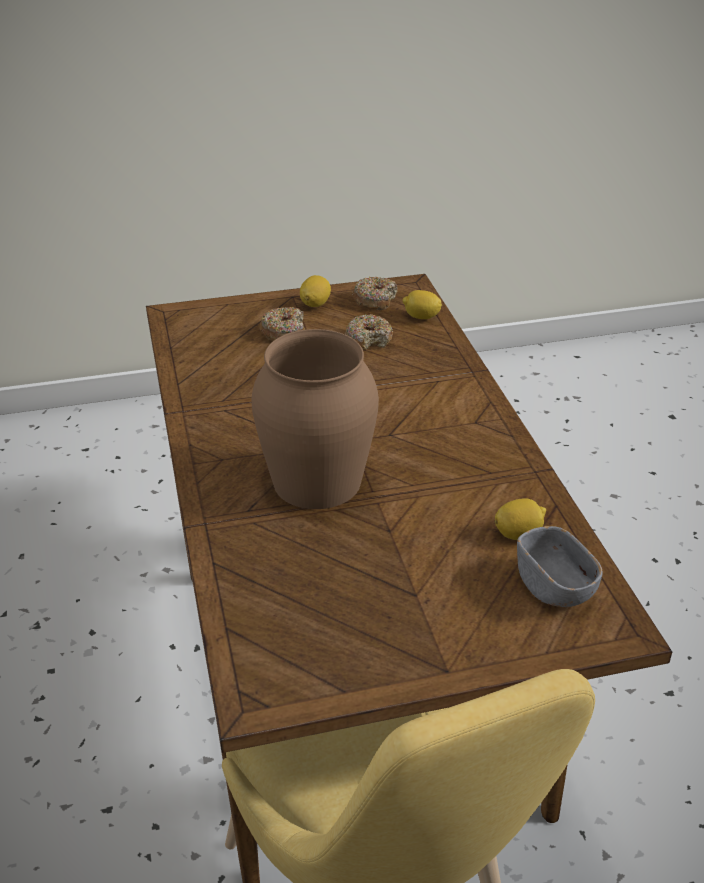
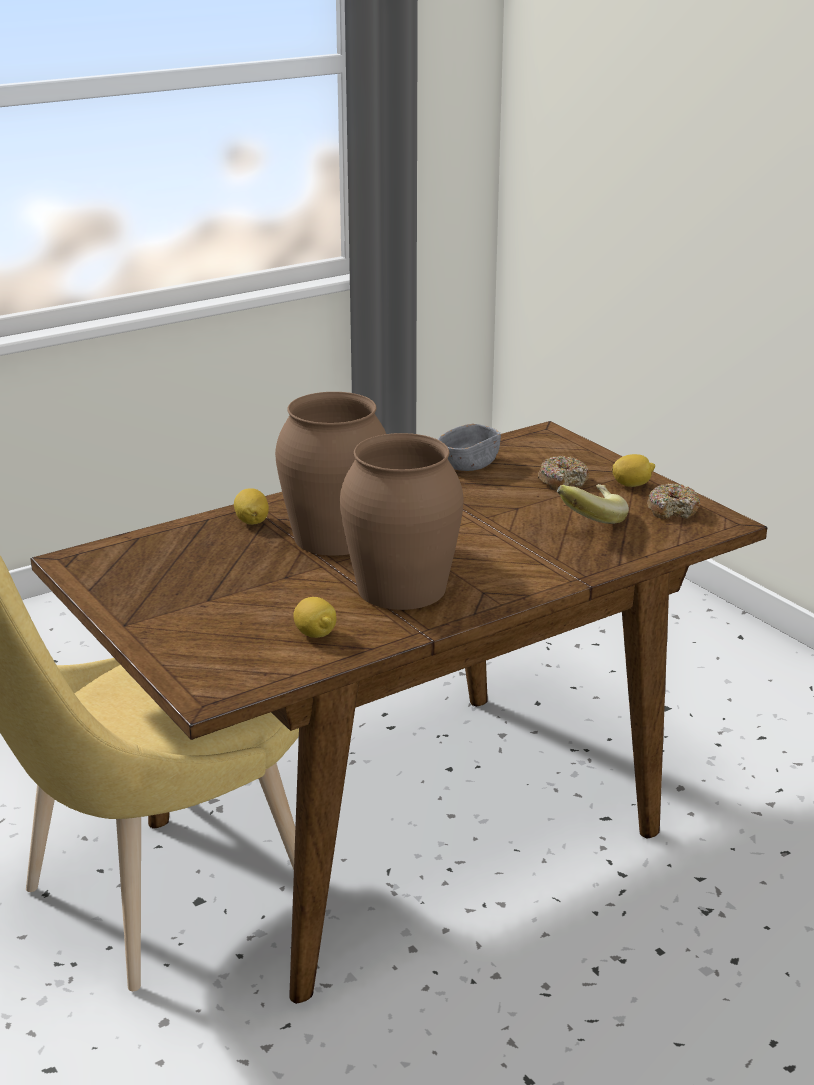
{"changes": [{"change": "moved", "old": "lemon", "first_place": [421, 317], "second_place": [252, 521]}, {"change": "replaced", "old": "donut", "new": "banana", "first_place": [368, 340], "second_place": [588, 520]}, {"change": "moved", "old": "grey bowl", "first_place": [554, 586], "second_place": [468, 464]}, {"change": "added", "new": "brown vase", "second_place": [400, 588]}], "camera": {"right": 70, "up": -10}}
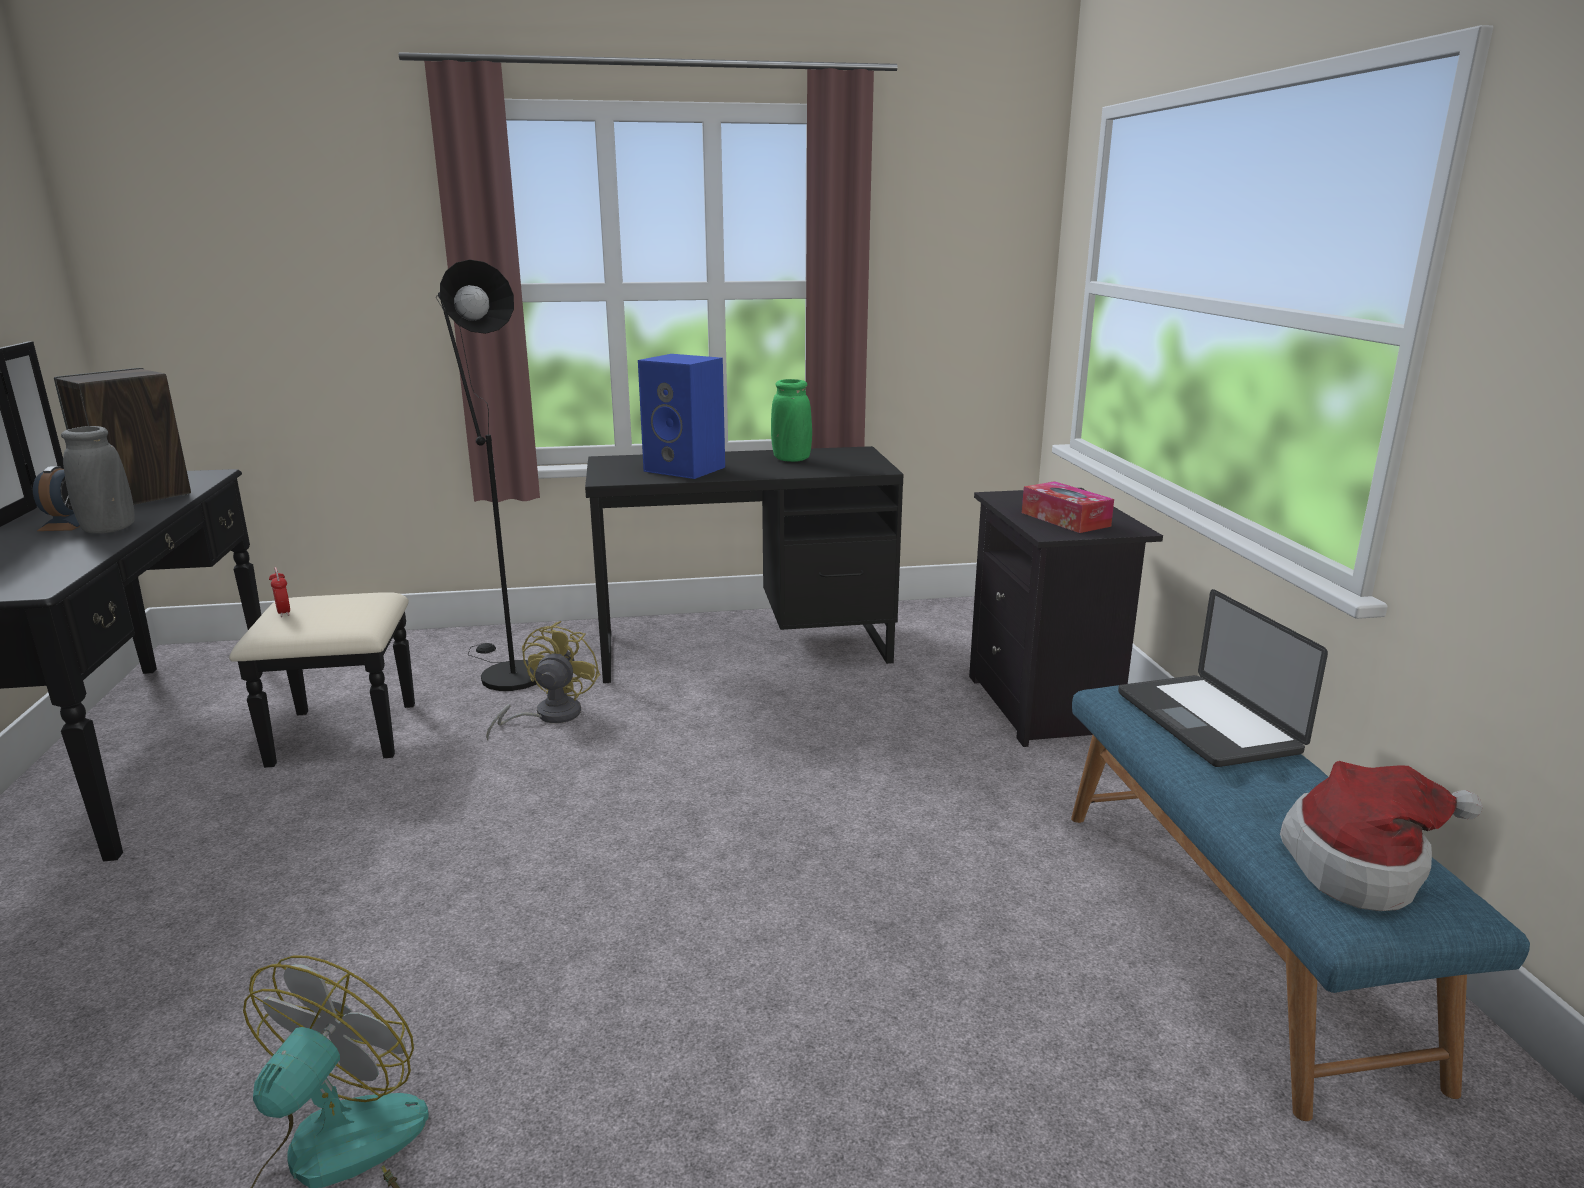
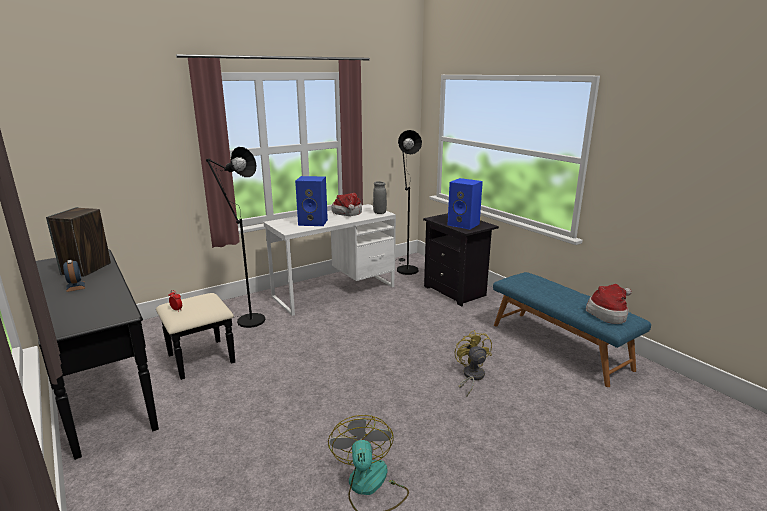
{"changes": [{"change": "replaced", "old": "green vase", "new": "hat", "first_place": [791, 460], "second_place": [347, 213]}, {"change": "moved", "old": "grey vase", "first_place": [109, 530], "second_place": [379, 213]}, {"change": "recoloured", "old": "black desk", "new": "white desk", "first_place": [745, 648], "second_place": [334, 291]}, {"change": "replaced", "old": "tissue box", "new": "blue speaker", "first_place": [1065, 519], "second_place": [464, 224]}, {"change": "removed", "old": "laptop", "first_place": [1206, 722]}, {"change": "moved", "old": "yellow fan", "first_place": [548, 716], "second_place": [471, 377]}, {"change": "added", "new": "black floor lamp", "second_place": [405, 269]}], "camera": {"right": -25, "up": 0}}
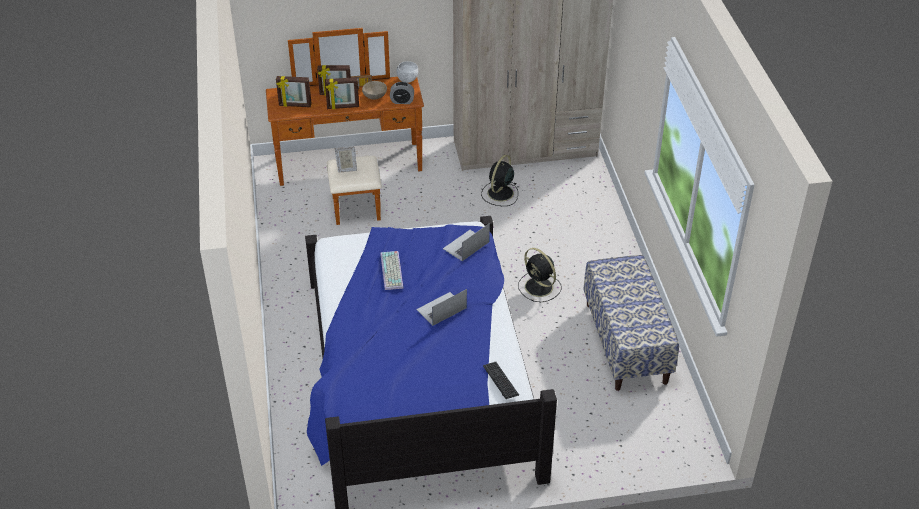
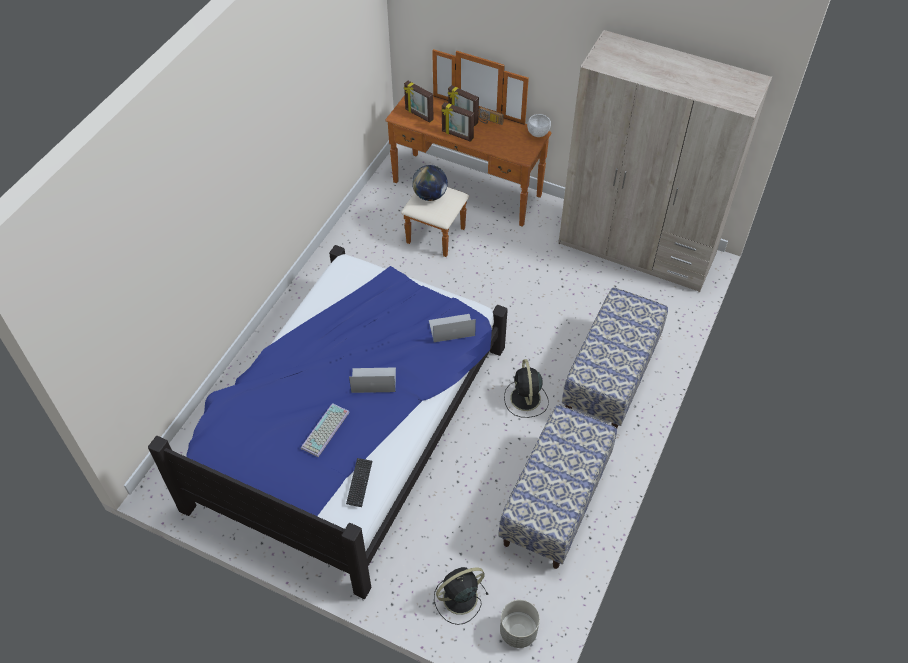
{"changes": [{"change": "removed", "old": "beige bowl", "first_place": [375, 96]}, {"change": "removed", "old": "alarm clock", "first_place": [402, 101]}, {"change": "replaced", "old": "picture frame", "new": "globe", "first_place": [346, 168], "second_place": [430, 195]}, {"change": "moved", "old": "black fan", "first_place": [500, 194], "second_place": [458, 598]}, {"change": "moved", "old": "keyboard", "first_place": [392, 271], "second_place": [326, 431]}, {"change": "added", "new": "bench", "second_place": [611, 377]}, {"change": "added", "new": "grey planter", "second_place": [518, 631]}], "camera": {"right": 35, "up": 10}}
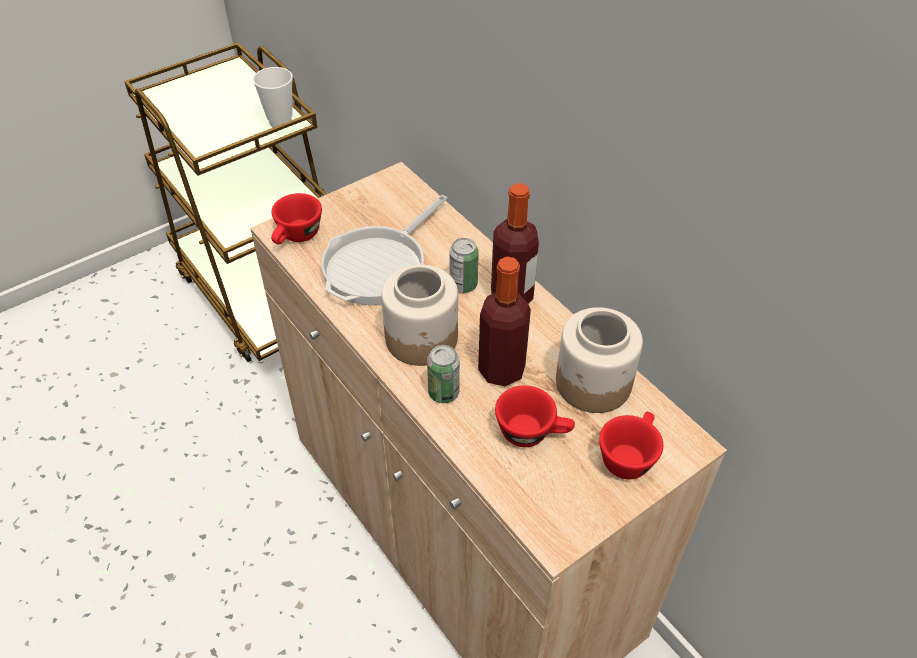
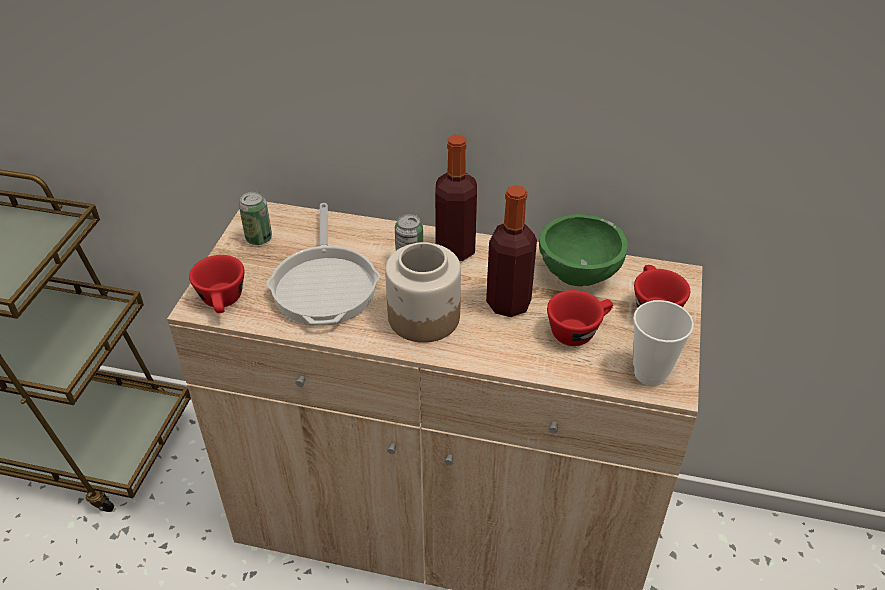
{"changes": [{"change": "moved", "old": "cup", "first_place": [280, 122], "second_place": [650, 373]}, {"change": "replaced", "old": "jar", "new": "green bowl", "first_place": [593, 384], "second_place": [579, 275]}, {"change": "moved", "old": "can", "first_place": [443, 393], "second_place": [259, 238]}], "camera": {"right": -40, "up": -5}}
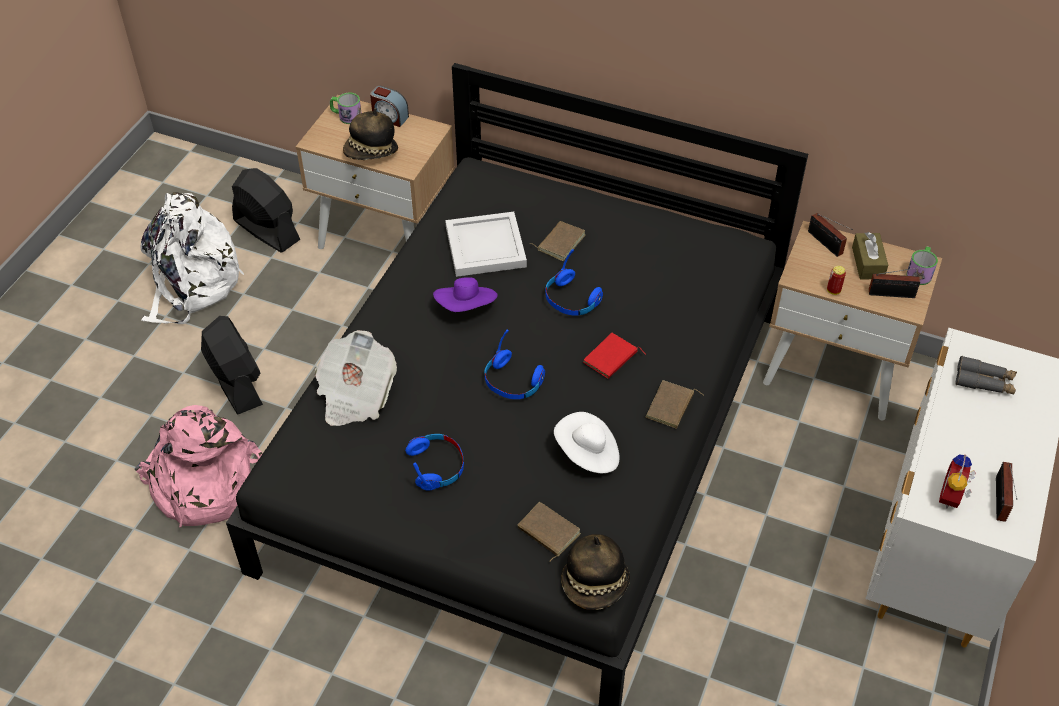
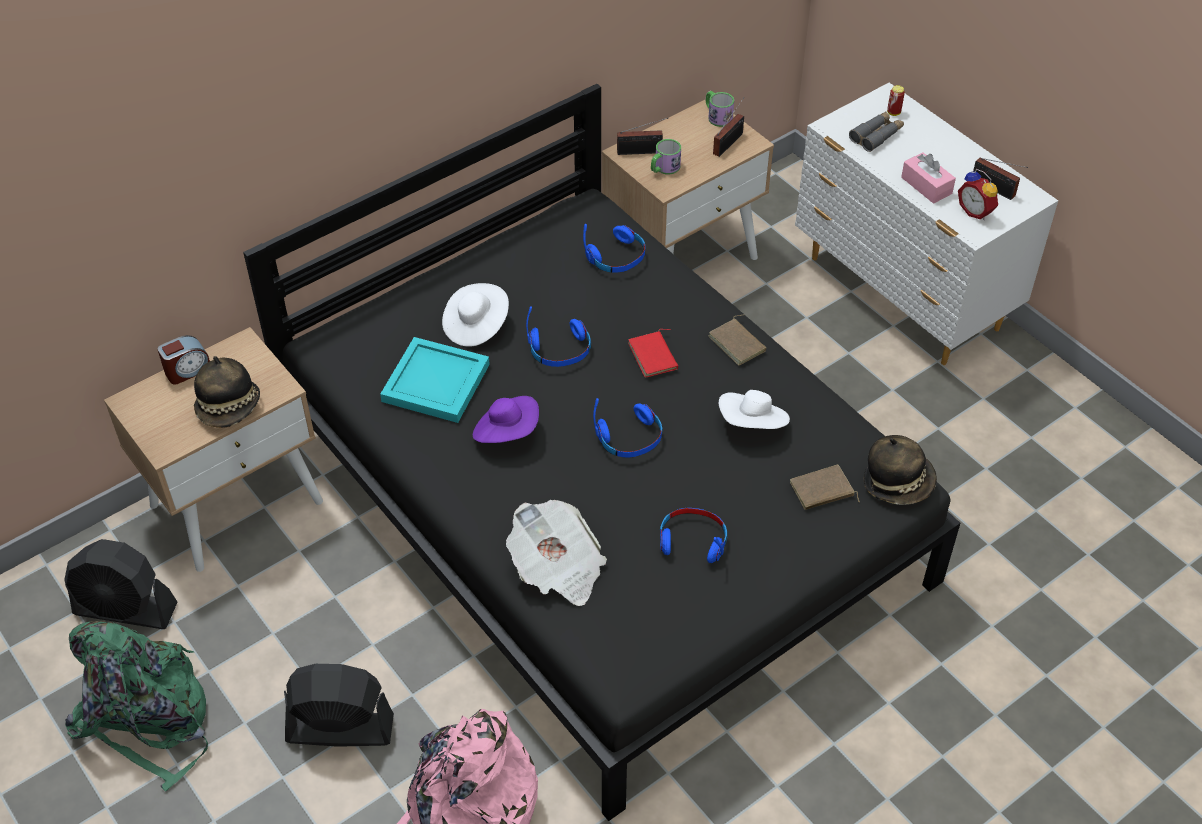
{"changes": [{"change": "moved", "old": "mug", "first_place": [346, 116], "second_place": [664, 168]}, {"change": "turned", "old": "black fan", "first_place": [266, 230], "second_place": [126, 609], "degrees": -150}, {"change": "recoloured", "old": "white backpack", "new": "green backpack", "first_place": [192, 284], "second_place": [148, 717]}, {"change": "recoloured", "old": "white tray", "new": "turquoise tray", "first_place": [487, 247], "second_place": [437, 382]}, {"change": "replaced", "old": "brown book", "new": "white hat", "first_place": [560, 242], "second_place": [476, 326]}, {"change": "removed", "old": "brown tissue box", "first_place": [867, 263]}, {"change": "moved", "old": "can", "first_place": [833, 291], "second_place": [893, 113]}, {"change": "added", "new": "pink tissue box", "second_place": [926, 185]}, {"change": "added", "new": "blue headphones", "second_place": [617, 257]}], "camera": {"right": -60, "up": 0}}
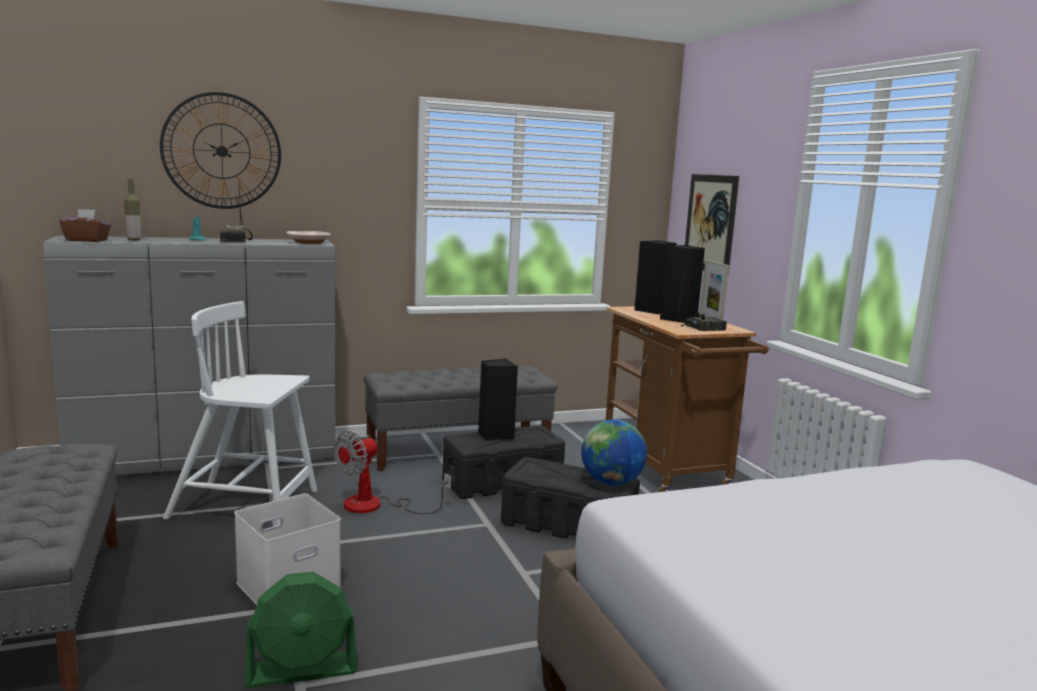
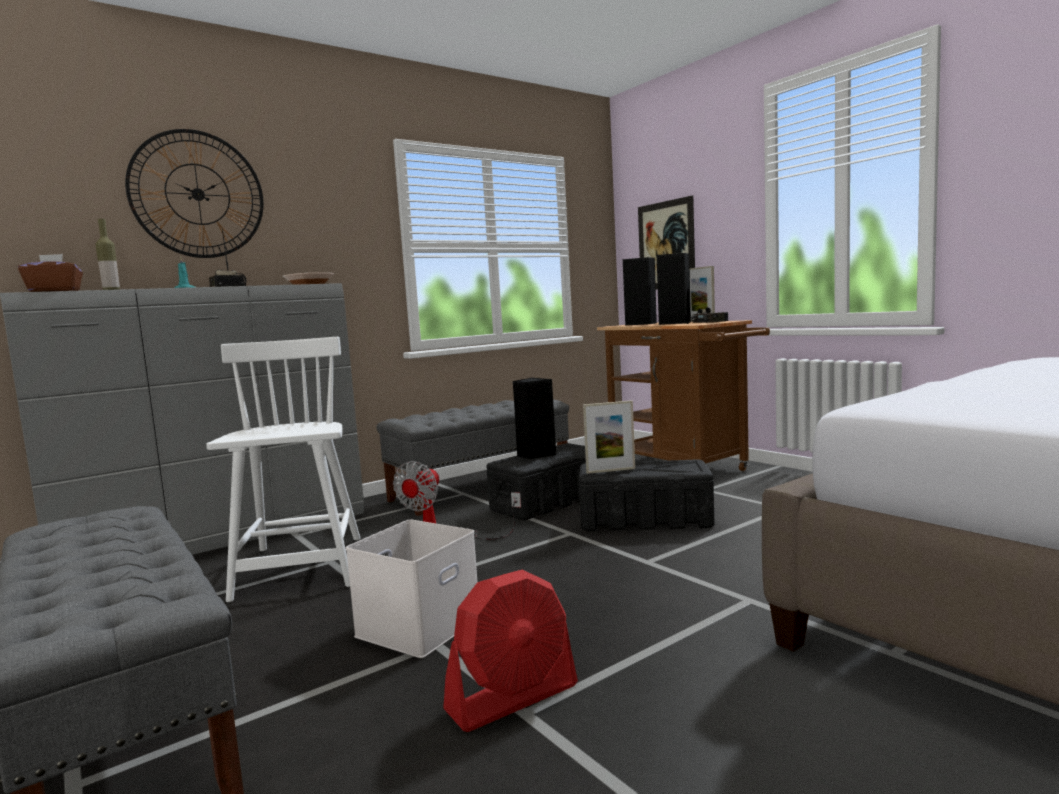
{"changes": [{"change": "turned", "old": "white chair", "first_place": [246, 505], "second_place": [301, 568], "degrees": 90}, {"change": "removed", "old": "globe", "first_place": [611, 483]}, {"change": "recoloured", "old": "green fan", "new": "red fan", "first_place": [302, 670], "second_place": [513, 697]}, {"change": "added", "new": "picture frame", "second_place": [610, 470]}], "camera": {"right": -15, "up": -5}}
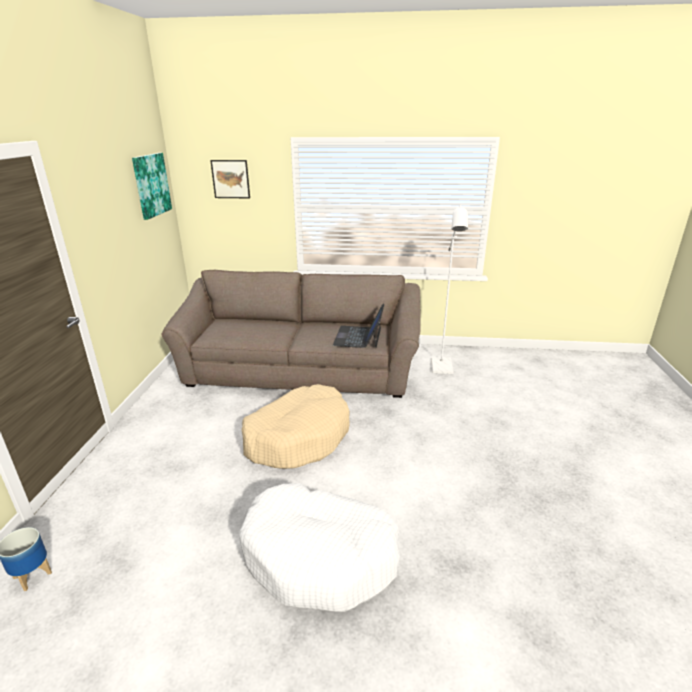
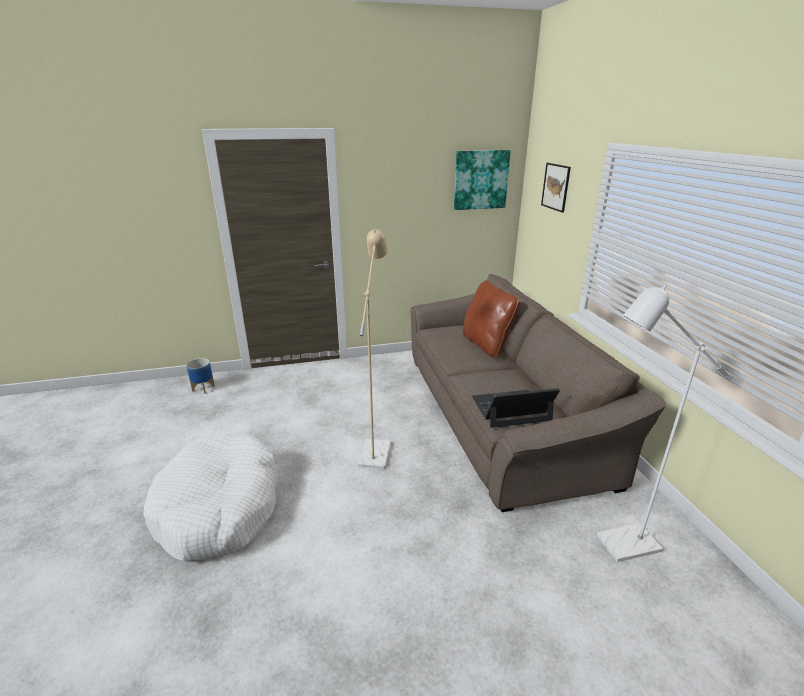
{"changes": [{"change": "replaced", "old": "beige dog bed", "new": "beige floor lamp", "first_place": [298, 437], "second_place": [376, 449]}, {"change": "added", "new": "brown pillow", "second_place": [486, 345]}], "camera": {"right": 70, "up": 0}}
